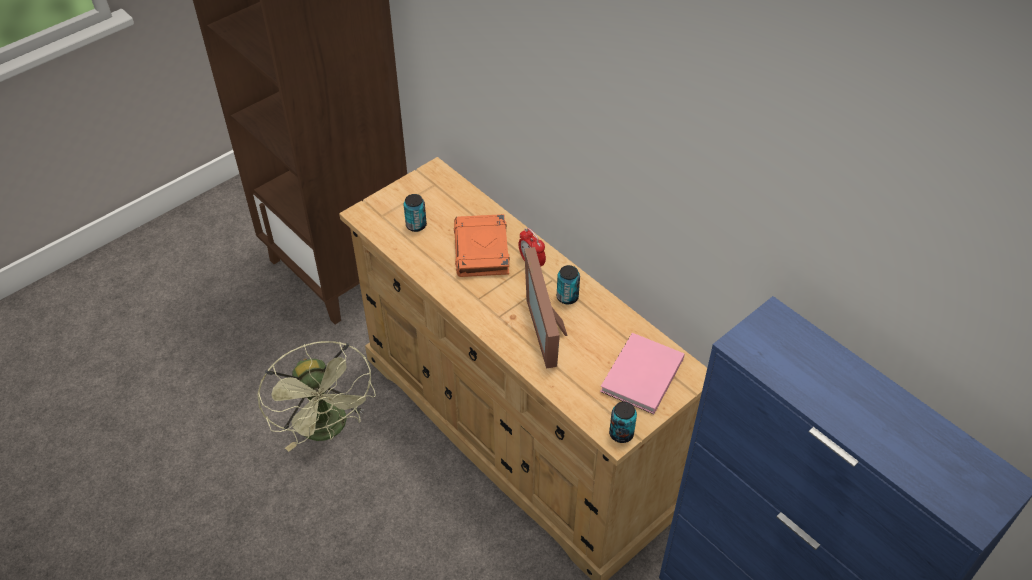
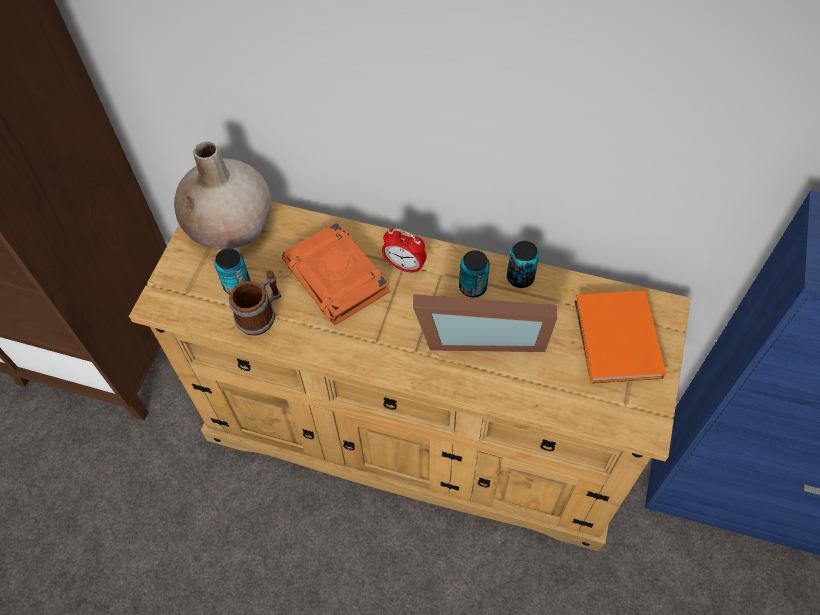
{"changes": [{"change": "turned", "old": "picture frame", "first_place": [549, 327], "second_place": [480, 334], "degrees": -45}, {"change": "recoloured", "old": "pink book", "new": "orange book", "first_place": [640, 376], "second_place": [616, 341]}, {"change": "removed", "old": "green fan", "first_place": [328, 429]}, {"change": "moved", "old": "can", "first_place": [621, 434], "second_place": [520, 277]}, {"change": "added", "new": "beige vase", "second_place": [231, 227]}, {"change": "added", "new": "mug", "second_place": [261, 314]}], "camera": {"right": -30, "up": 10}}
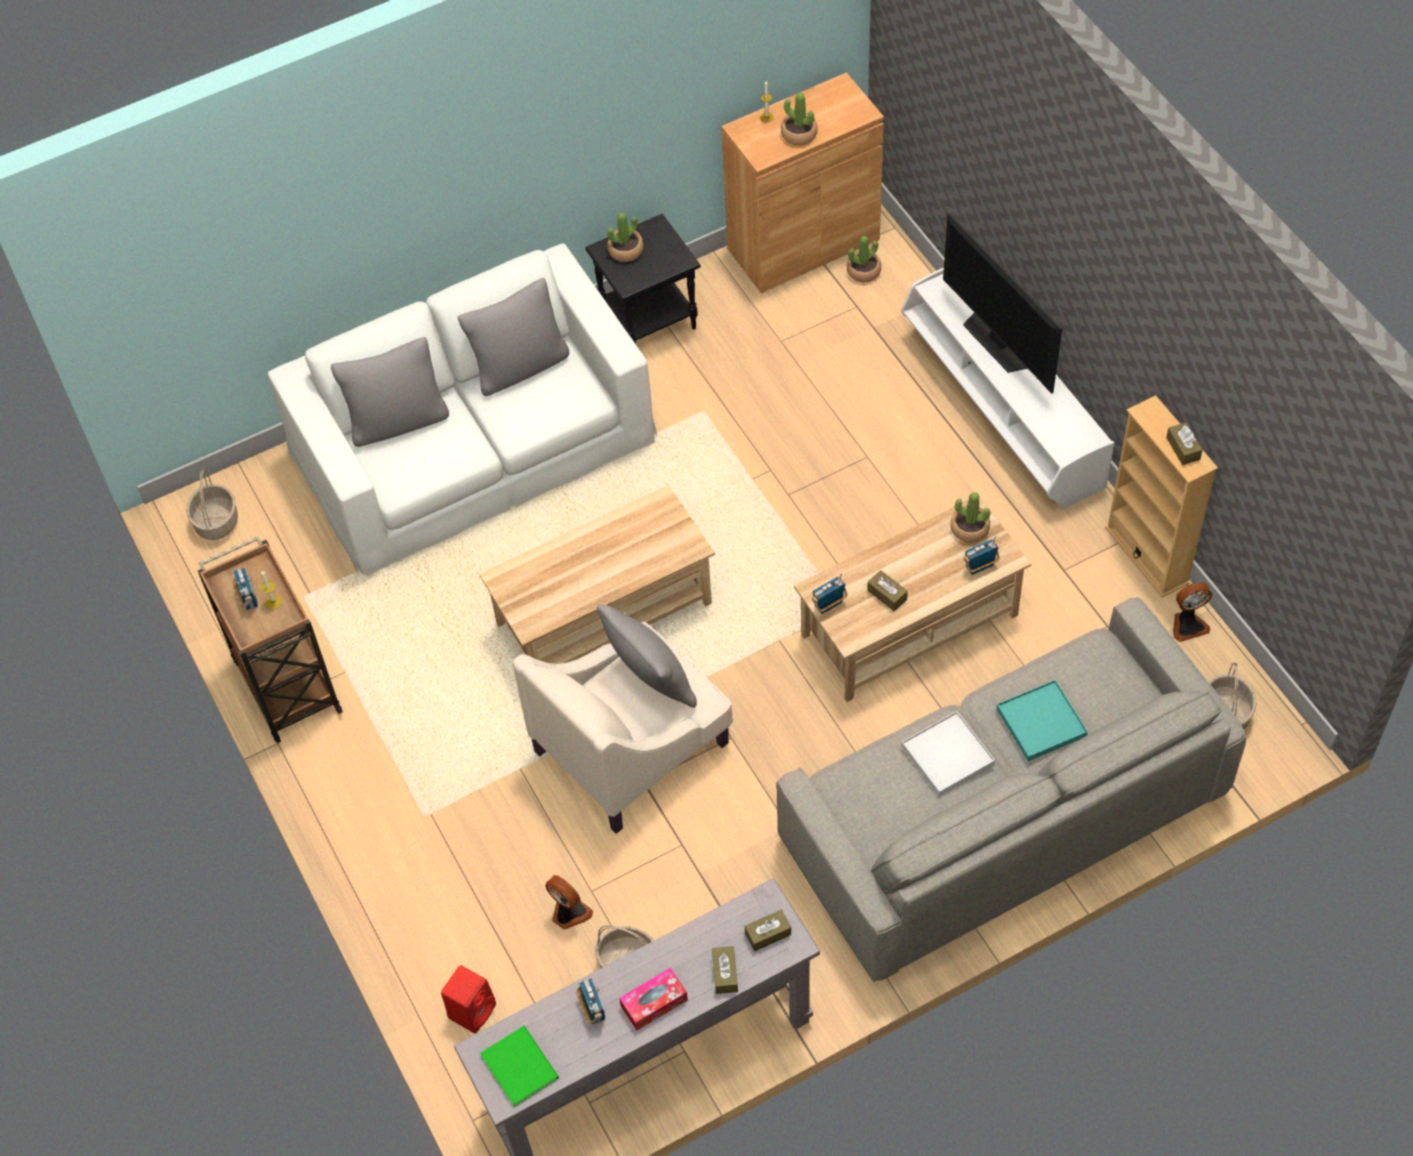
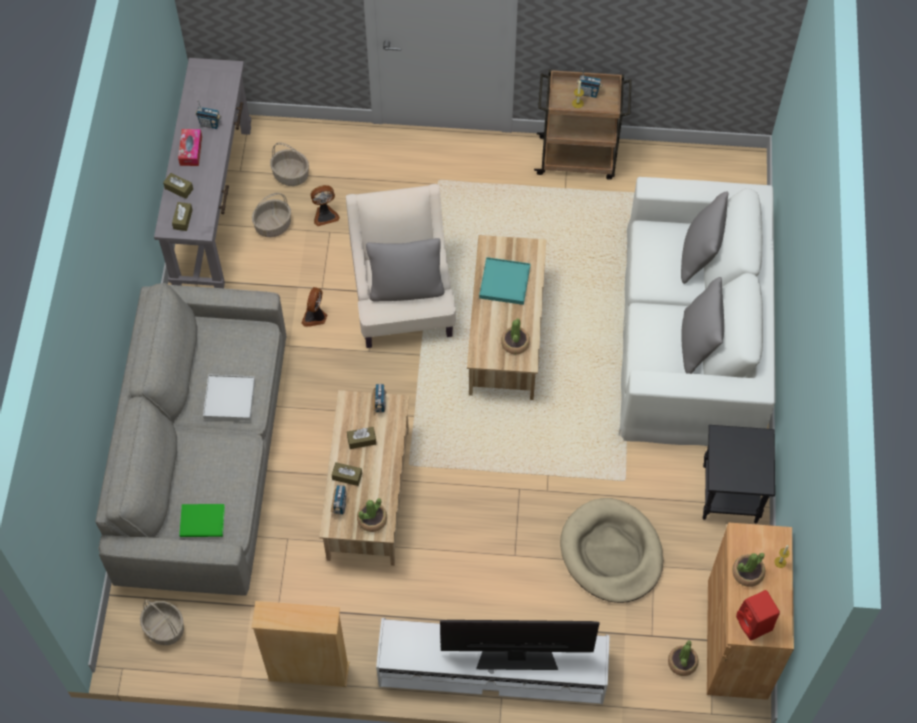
{"changes": [{"change": "moved", "old": "potted plant", "first_place": [625, 250], "second_place": [515, 343]}, {"change": "moved", "old": "brown tissue box", "first_place": [1183, 448], "second_place": [347, 476]}, {"change": "moved", "old": "basket", "first_place": [216, 522], "second_place": [291, 175]}, {"change": "moved", "old": "fan", "first_place": [1188, 625], "second_place": [315, 317]}, {"change": "moved", "old": "turquoise tray", "first_place": [1041, 723], "second_place": [504, 282]}, {"change": "moved", "old": "red speaker", "first_place": [472, 1010], "second_place": [755, 624]}, {"change": "moved", "old": "green book", "first_place": [520, 1064], "second_place": [203, 522]}, {"change": "added", "new": "beige dog bed", "second_place": [611, 553]}], "camera": {"right": 120, "up": 5}}
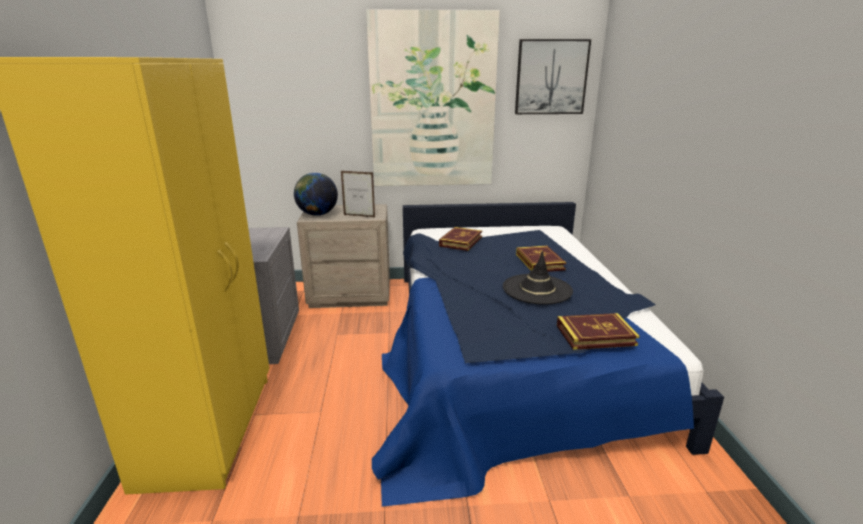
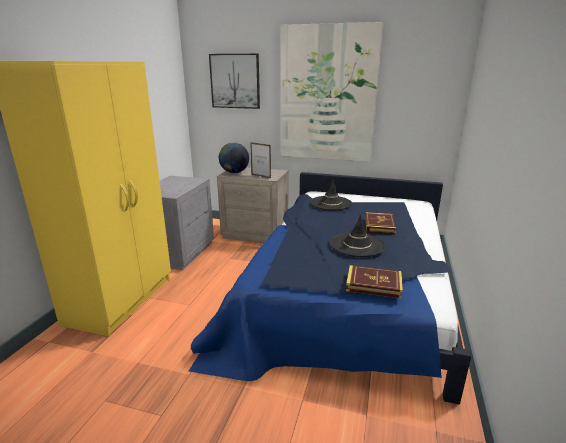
{"changes": [{"change": "moved", "old": "picture", "first_place": [551, 77], "second_place": [235, 81]}, {"change": "replaced", "old": "book", "new": "black hat", "first_place": [461, 241], "second_place": [330, 203]}], "camera": {"right": 20, "up": 0}}
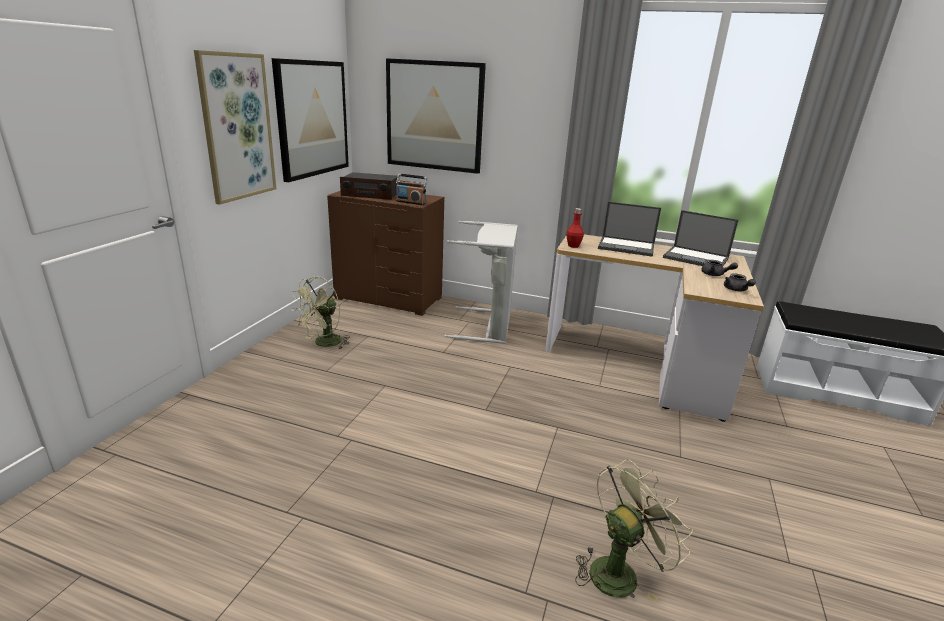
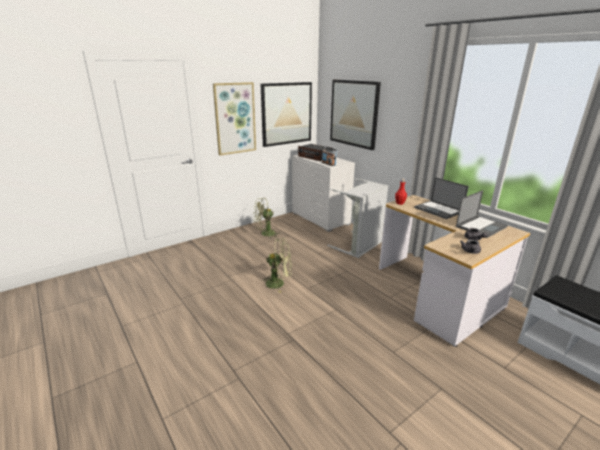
{"changes": [{"change": "recoloured", "old": "brown dresser", "new": "white dresser", "first_place": [389, 298], "second_place": [321, 218]}, {"change": "turned", "old": "laptop", "first_place": [696, 258], "second_place": [481, 226], "degrees": -105}, {"change": "moved", "old": "green fan", "first_place": [619, 570], "second_place": [279, 283]}], "camera": {"right": 35, "up": 0}}
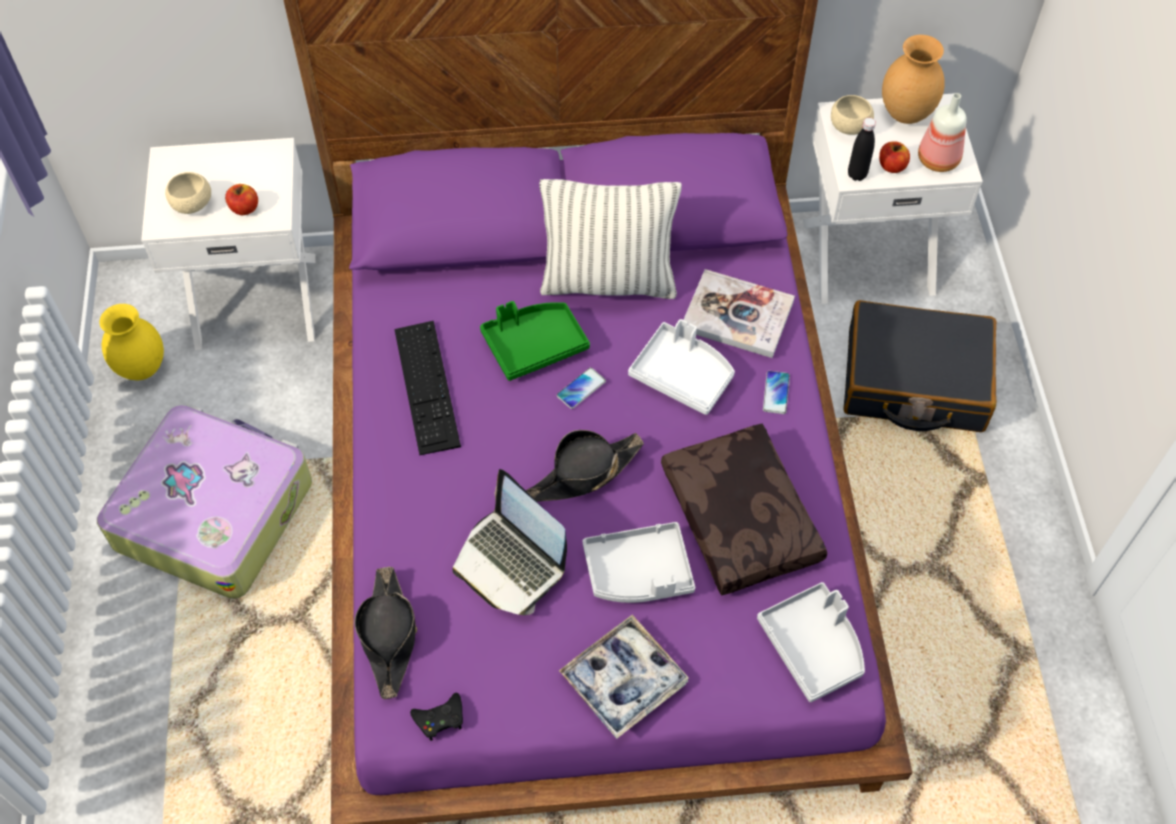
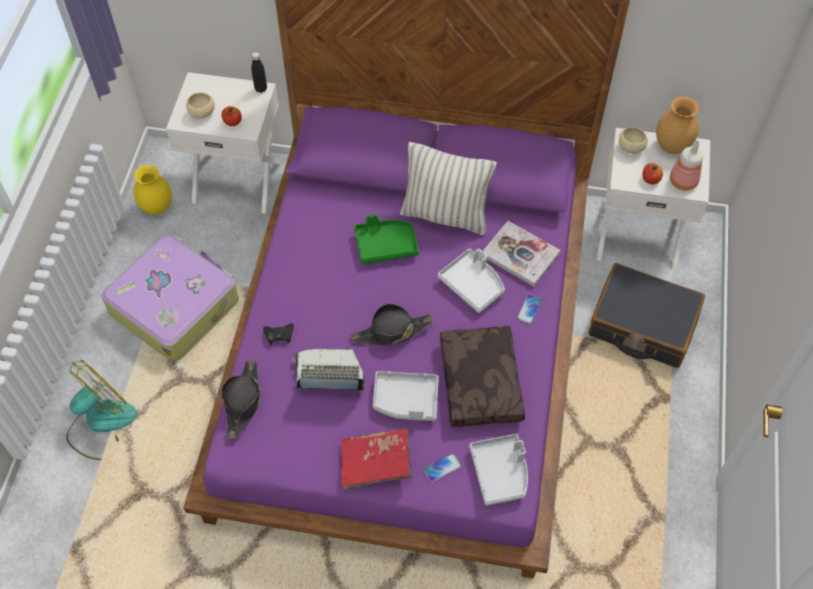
{"changes": [{"change": "moved", "old": "black bottle", "first_place": [857, 174], "second_place": [261, 89]}, {"change": "removed", "old": "keyboard", "first_place": [426, 387]}, {"change": "moved", "old": "phone", "first_place": [581, 388], "second_place": [442, 468]}, {"change": "turned", "old": "laptop", "first_place": [511, 562], "second_place": [329, 375], "degrees": 120}, {"change": "replaced", "old": "tray", "new": "red book", "first_place": [623, 680], "second_place": [376, 464]}, {"change": "moved", "old": "black game controller", "first_place": [440, 718], "second_place": [279, 335]}, {"change": "added", "new": "fan", "second_place": [101, 424]}], "camera": {"right": 15, "up": 0}}
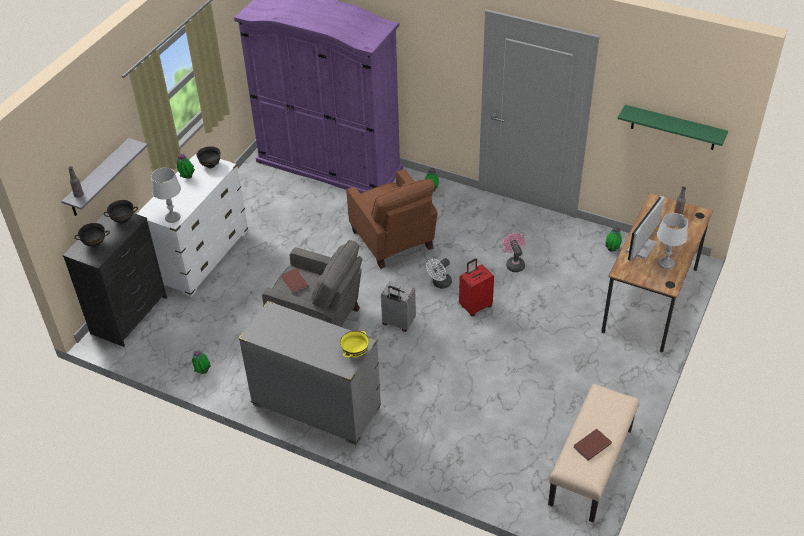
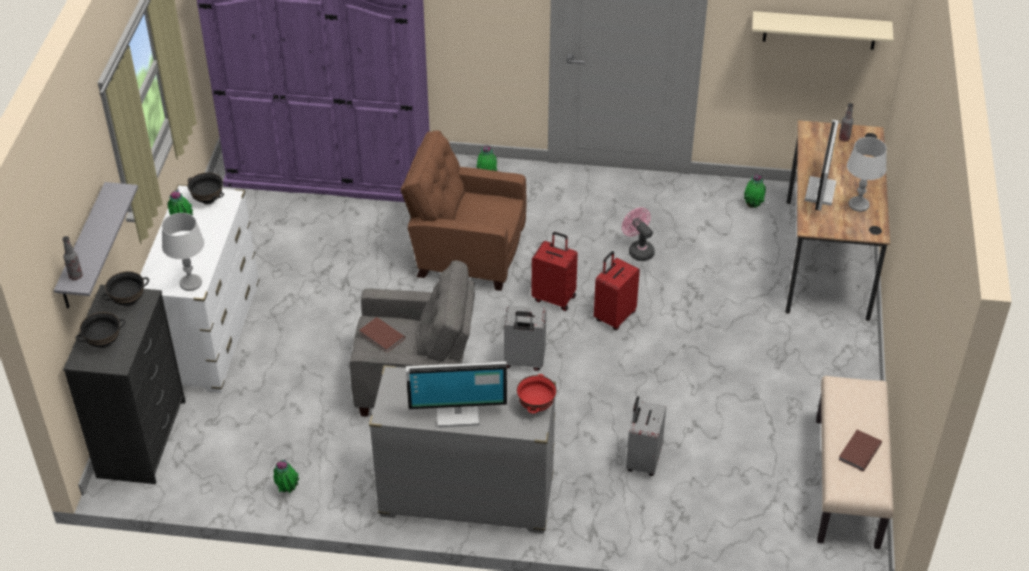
{"changes": [{"change": "recoloured", "old": "green shelf", "new": "beige shelf", "first_place": [673, 128], "second_place": [820, 30]}, {"change": "turned", "old": "brown armchair", "first_place": [393, 241], "second_place": [466, 255], "degrees": 150}, {"change": "replaced", "old": "white fan", "new": "red suitcase", "first_place": [439, 284], "second_place": [554, 297]}, {"change": "recoloured", "old": "yellow bowl", "new": "red bowl", "first_place": [355, 353], "second_place": [536, 406]}, {"change": "added", "new": "monitor", "second_place": [458, 413]}, {"change": "added", "new": "grey suitcase", "second_place": [642, 460]}], "camera": {"right": -20, "up": 0}}
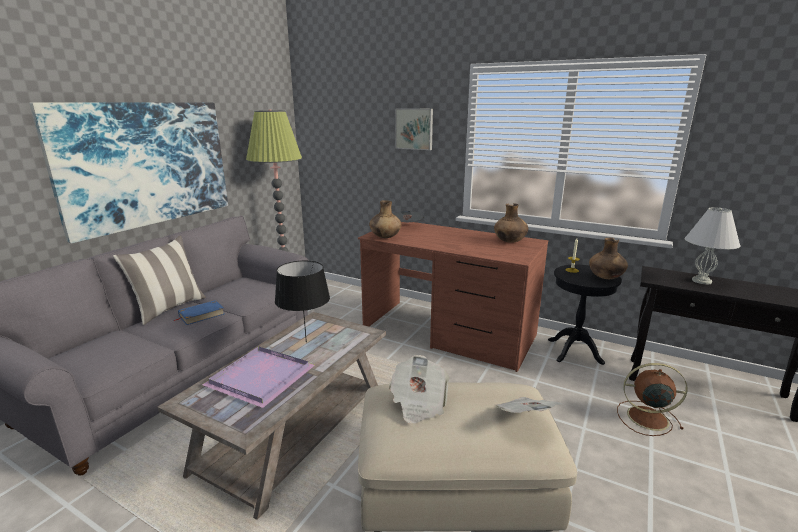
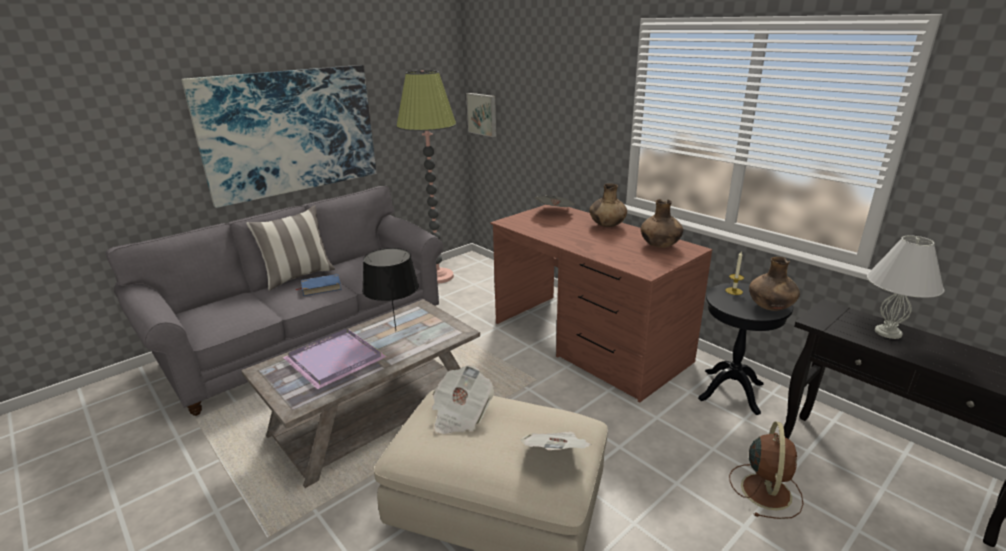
{"changes": [{"change": "moved", "old": "picture", "first_place": [414, 129], "second_place": [483, 114]}, {"change": "moved", "old": "brown vase", "first_place": [385, 237], "second_place": [607, 225]}, {"change": "turned", "old": "brown fan", "first_place": [645, 417], "second_place": [765, 489], "degrees": 75}], "camera": {"right": 20, "up": 5}}
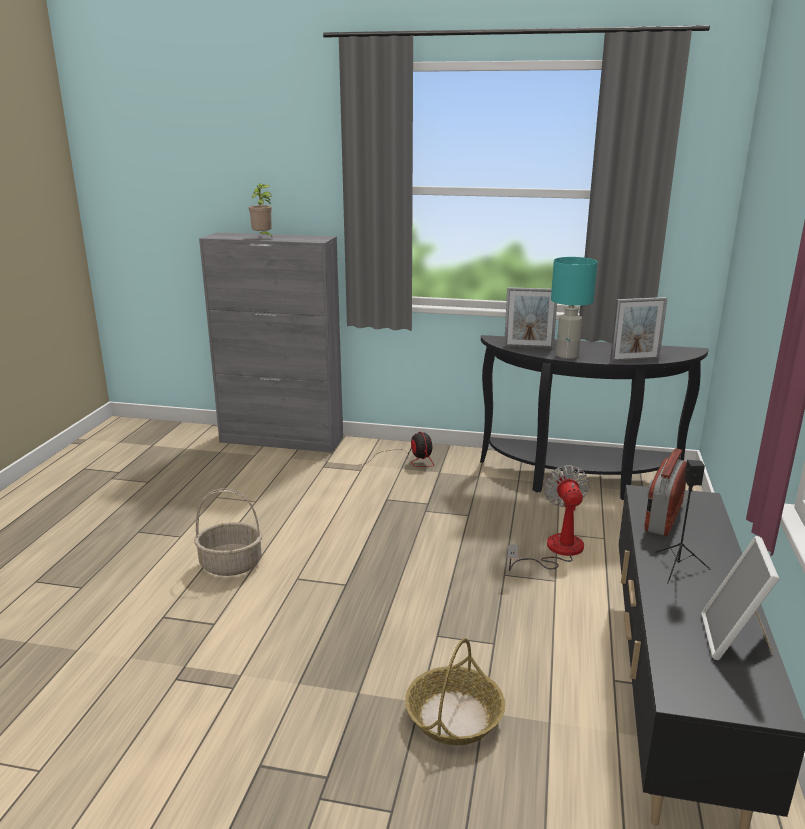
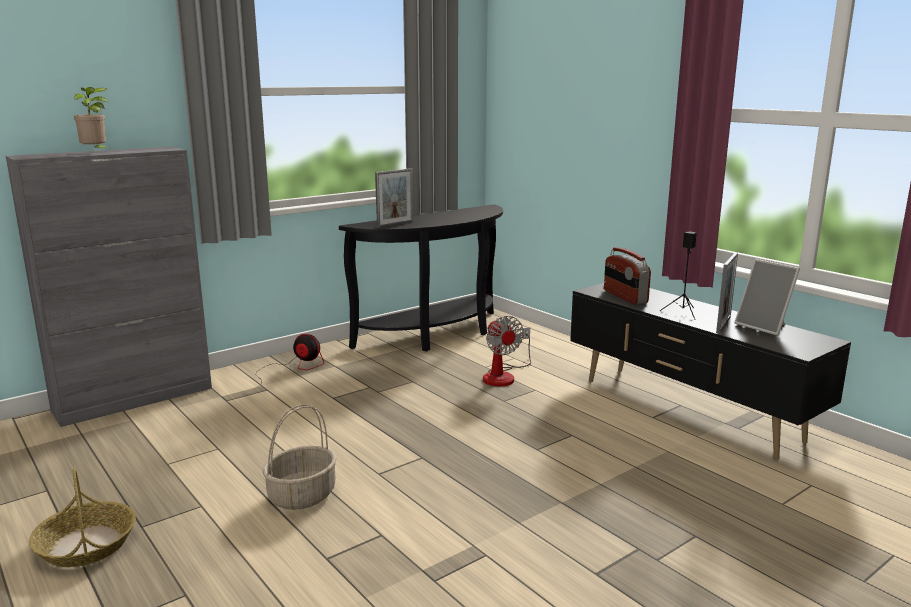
{"changes": [{"change": "removed", "old": "turquoise table lamp", "first_place": [567, 356]}, {"change": "moved", "old": "picture frame", "first_place": [634, 360], "second_place": [723, 325]}, {"change": "turned", "old": "fan", "first_place": [556, 551], "second_place": [504, 375], "degrees": -150}, {"change": "moved", "old": "basket", "first_place": [454, 717], "second_place": [87, 545]}], "camera": {"right": -50, "up": -5}}
